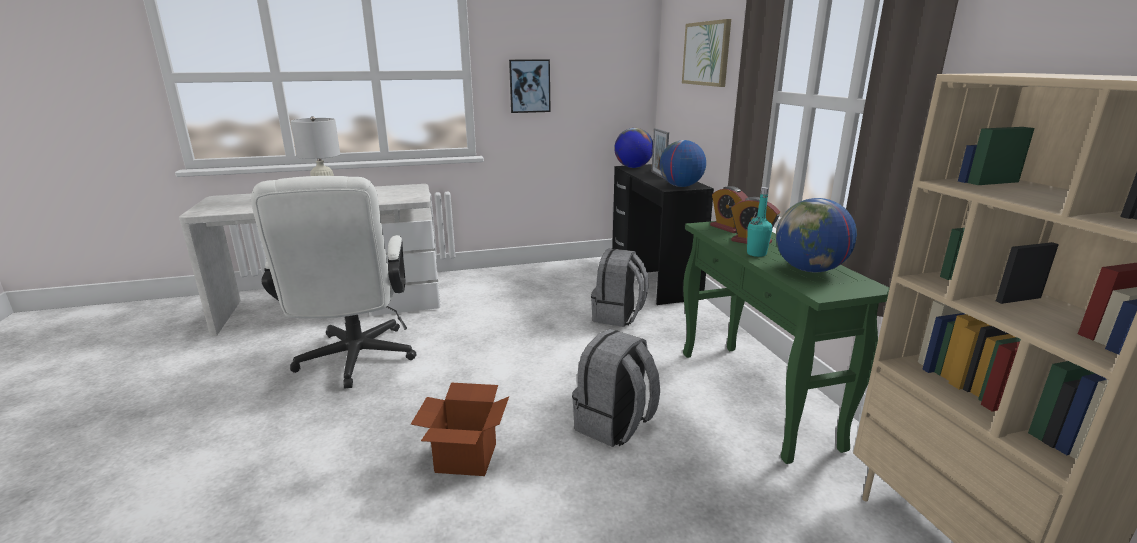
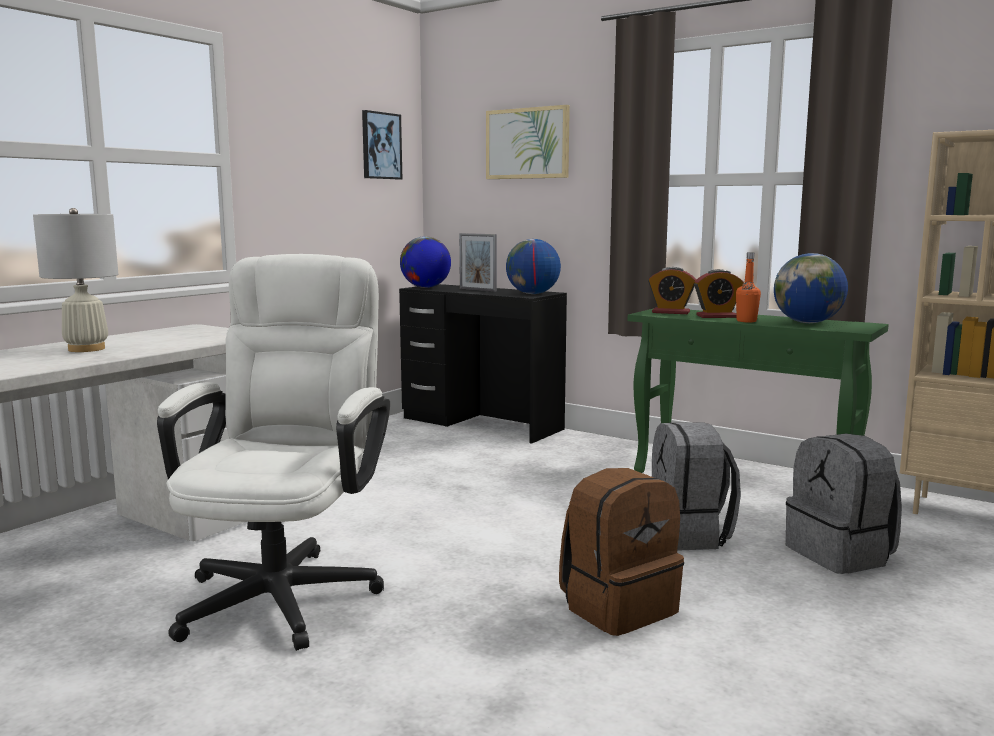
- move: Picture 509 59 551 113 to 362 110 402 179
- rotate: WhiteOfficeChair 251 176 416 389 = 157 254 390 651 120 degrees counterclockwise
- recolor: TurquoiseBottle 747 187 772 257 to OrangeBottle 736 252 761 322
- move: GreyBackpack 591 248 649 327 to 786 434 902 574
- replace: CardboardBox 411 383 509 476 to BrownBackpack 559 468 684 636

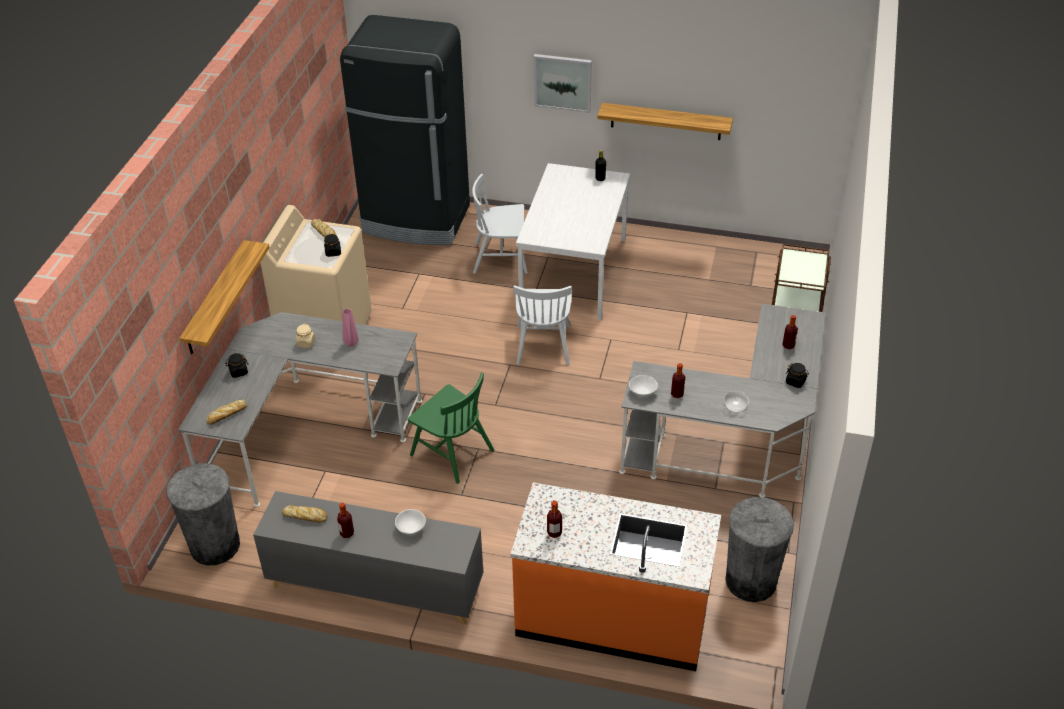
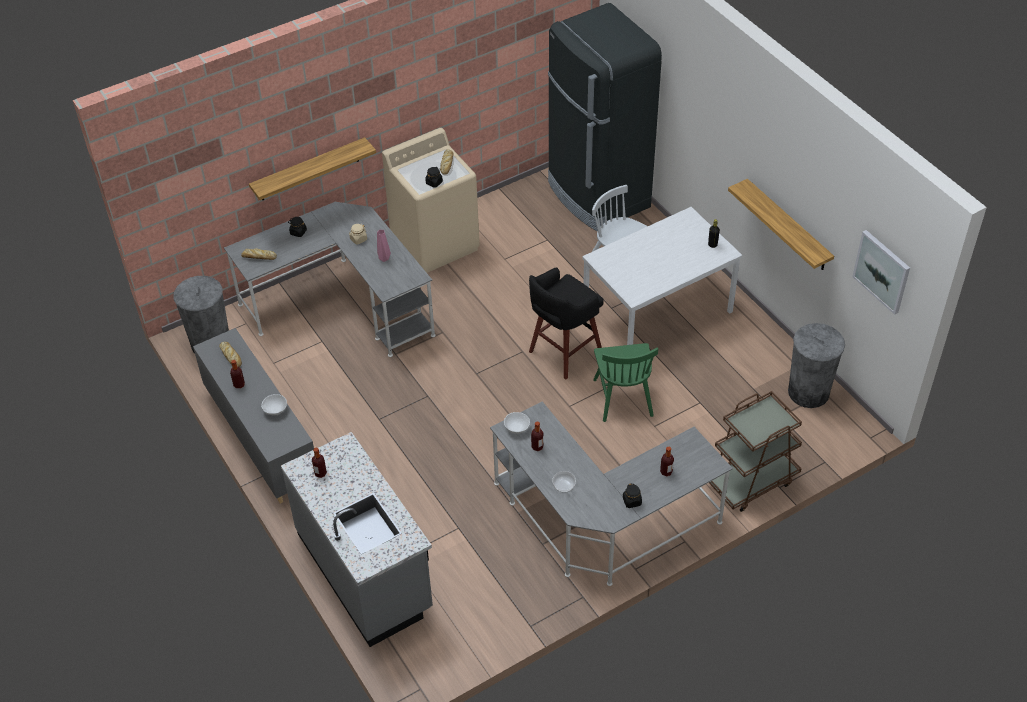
- move: Picture 534 54 592 113 to 852 230 910 315
- replace: WhiteChair 513 285 572 365 to BlackStool 529 268 604 380
- move: GreenChair 408 373 494 484 to 593 343 658 422
- recolor: OrangeCounter 510 483 721 671 to GreyCounter 281 432 433 647
- move: GreyTrashCan 725 497 794 602 to 788 323 845 408

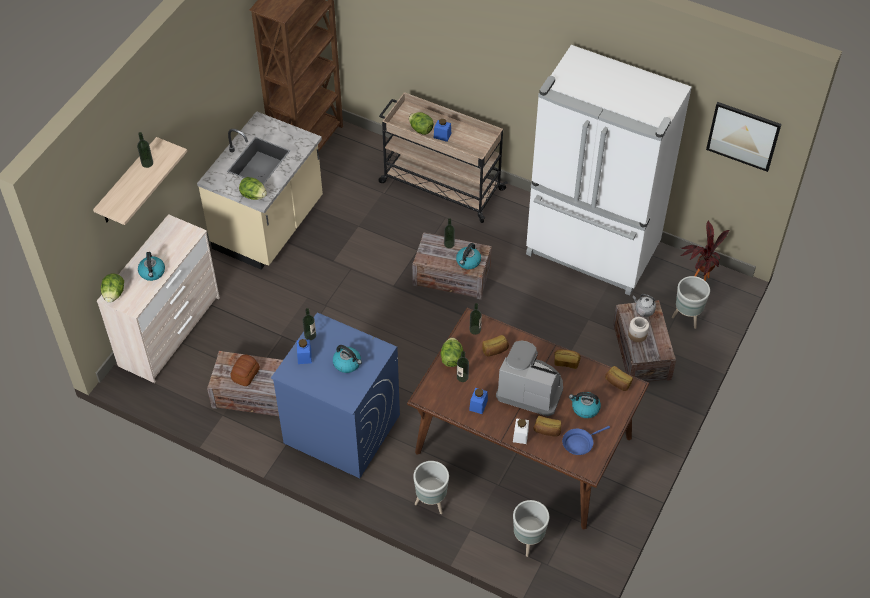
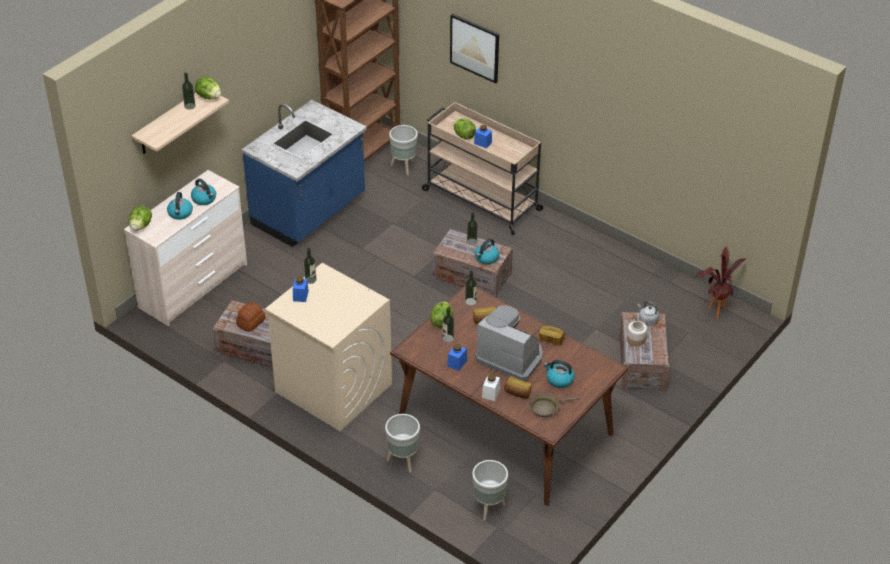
- delete: WhiteFridge 526 45 692 296
- move: Picture 706 102 781 172 to 450 14 499 83
- recolor: BeigeCounter 197 111 323 270 to BlueCounter 242 100 367 247
- move: Lettuce 239 177 267 200 to 195 76 221 100
- move: GreyPlanter 672 276 710 329 to 389 125 418 175
- recolor: BlueWashingMachine 271 312 400 478 to BeigeWashingMachine 265 263 392 431
- move: Kettle 333 345 362 373 to 191 178 216 205
- delete: Bread 605 366 633 391
- recolor: BlueFryingPan 562 426 610 455 to BrownFryingPan 529 393 579 417

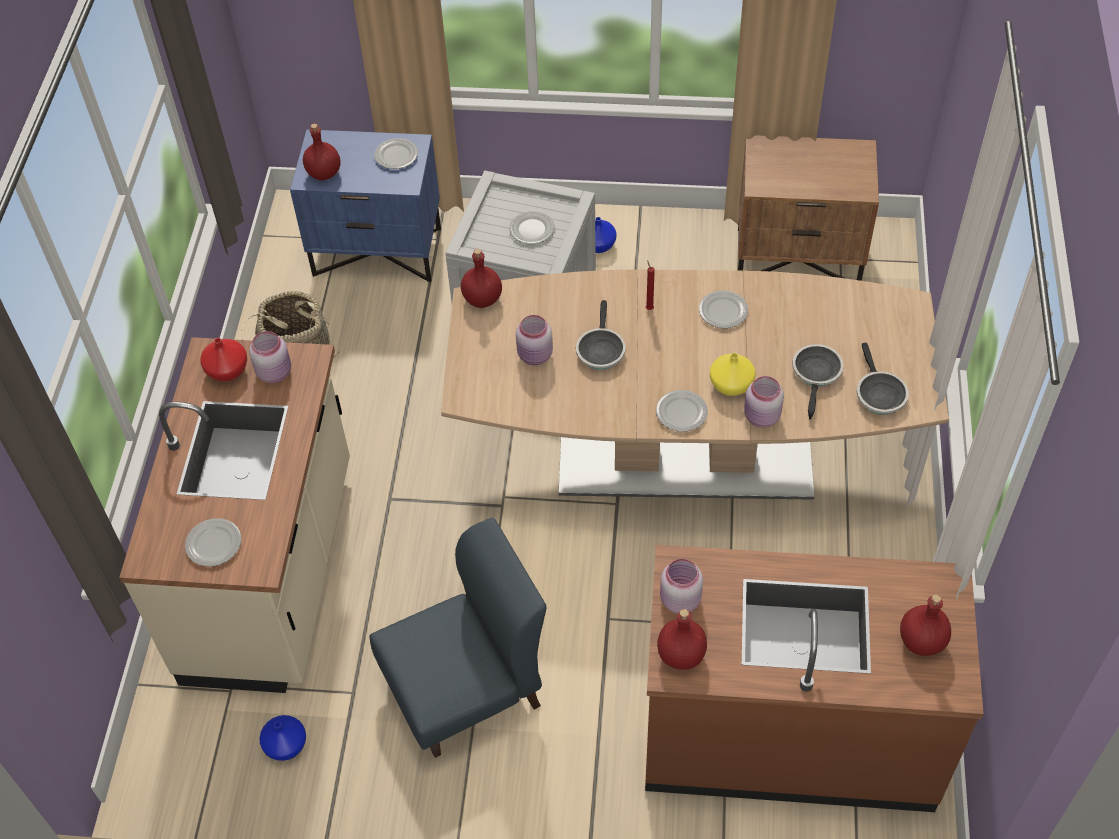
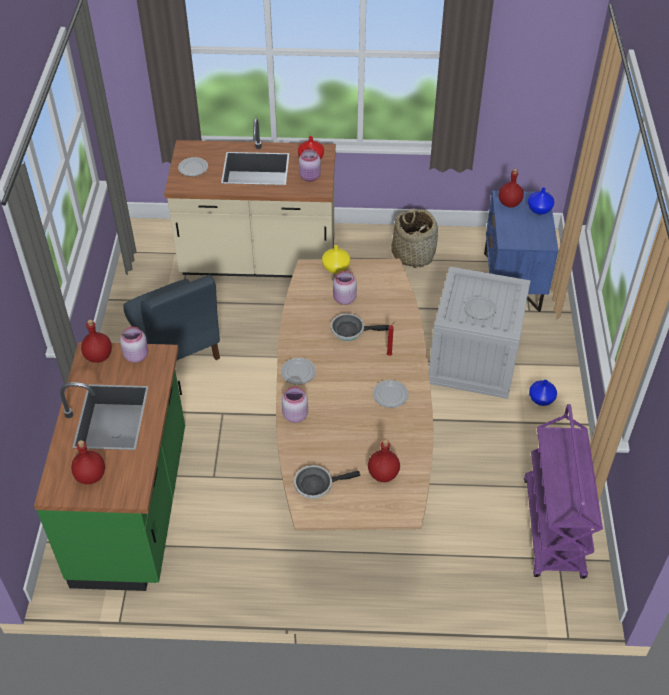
- replace: BrownNightstand 738 135 879 281 to PurpleCart 524 404 603 579
- delete: Plate 374 138 418 169
- move: RedBottle 461 249 502 308 to 368 439 400 482
- delete: FryingPan 793 344 844 420
- move: YellowVase 710 353 755 396 to 322 245 350 274
- recolor: BrownCounter 645 545 984 812 to GreenCounter 34 342 185 591
- move: BlueVase 259 715 306 761 to 528 187 554 215

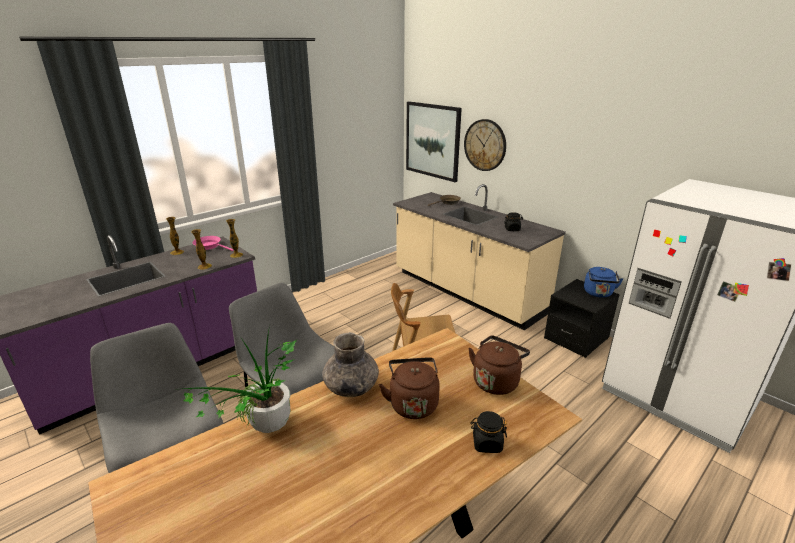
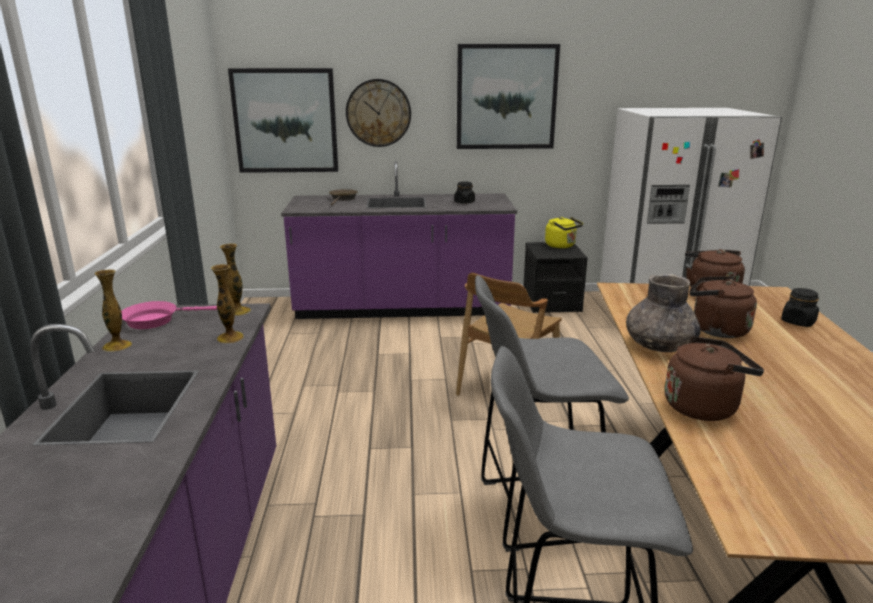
- recolor: BeigeCounter 393 184 566 330 to PurpleCounter 281 161 517 319
- recolor: BlueKettle 584 267 623 298 to YellowKettle 545 217 583 248
- replace: PottedPlant 183 325 297 433 to BrownKettle 665 336 764 421
- insert: Picture 457 44 560 149

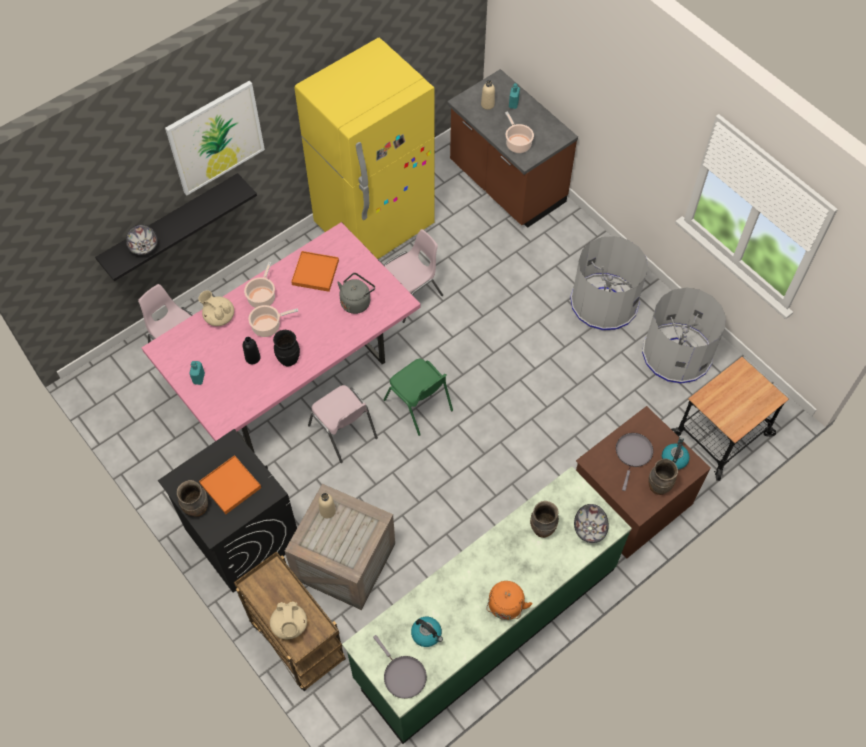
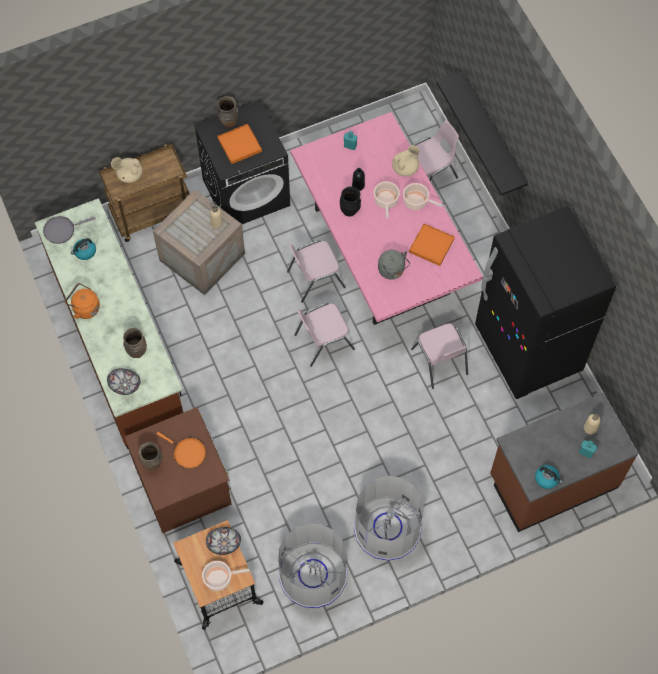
- recolor: YellowFridge 294 37 435 259 to BlackFridge 475 206 616 399
- delete: Picture 165 81 265 195
- move: CookingPot 505 111 534 153 to 202 561 249 591
- move: Bowl 126 224 158 255 to 206 527 241 555
- recolor: GreenChair 384 358 453 436 to PinkChair 294 303 355 367
- recolor: GreyFryingPan 616 433 653 491 to OrangeFryingPan 156 432 206 469
- move: Kettle 662 437 690 470 to 535 465 563 489
- recolor: GreenCounter 342 466 632 744 to BrownCounter 35 198 183 449

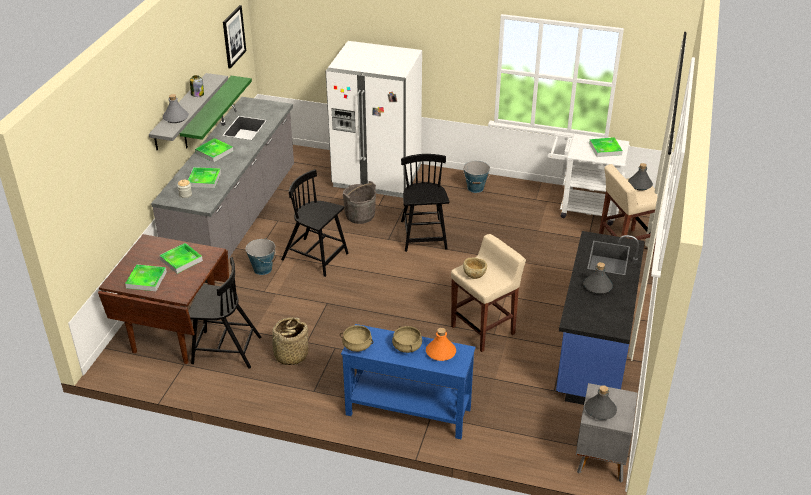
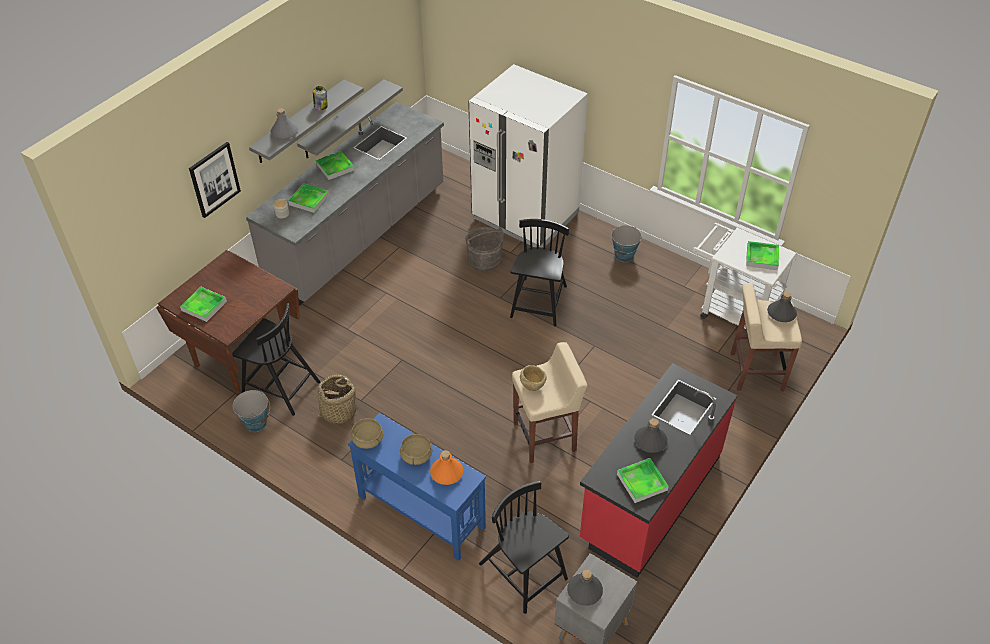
- move: Picture 223 5 246 68 to 189 142 241 218
- recolor: GreenShelf 180 76 252 149 to GreyShelf 297 79 403 158
- move: BlackChair 281 169 349 277 to 479 481 569 614
- recolor: BlueCounter 556 231 645 405 to RedCounter 580 363 737 578
- move: Bucket 246 238 276 275 to 233 390 270 432
- move: Tray 159 243 203 274 to 617 458 669 503

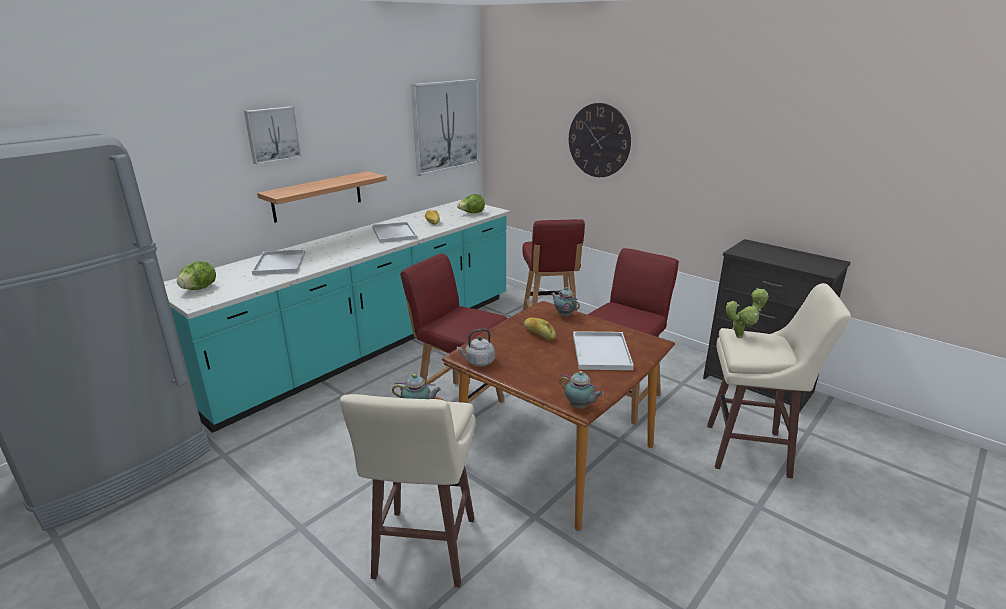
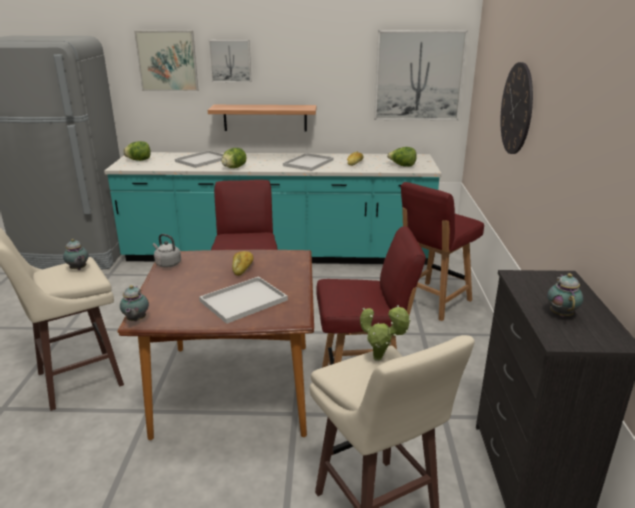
- move: Teapot 551 287 580 317 to 547 273 583 317
- insert: Picture 134 31 199 91
- insert: Lettuce 221 148 247 168

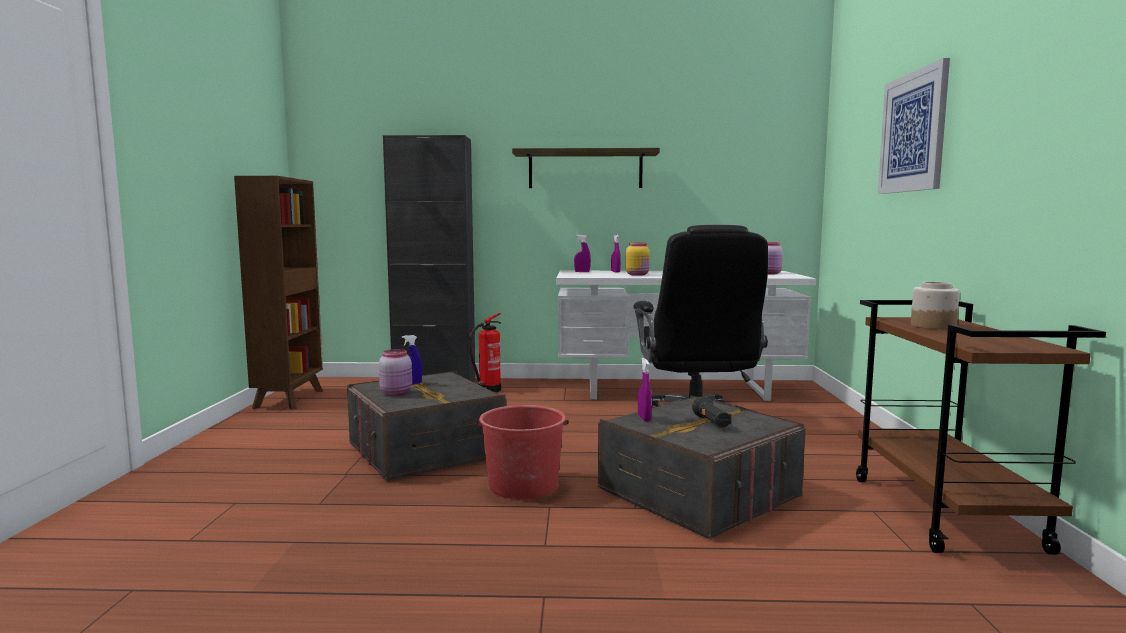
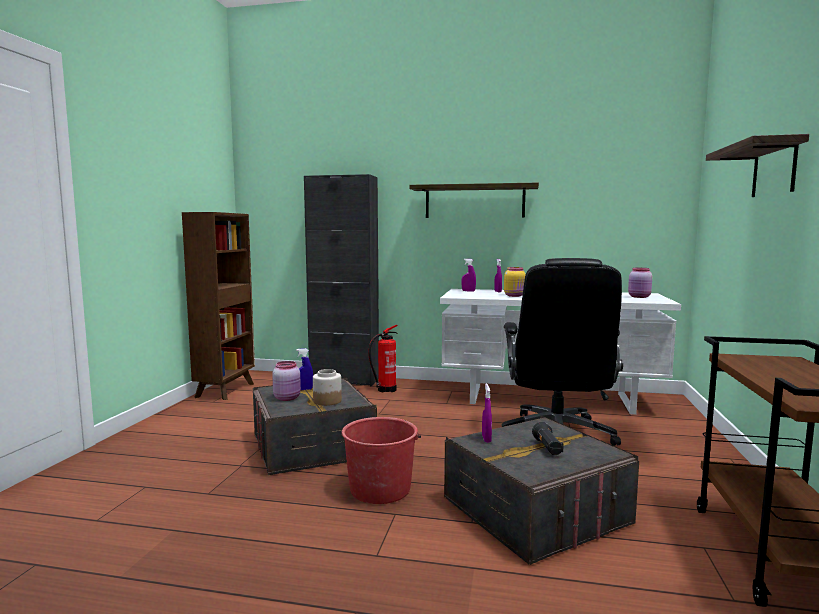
- replace: Picture 878 58 950 194 to Shelf 706 134 809 197
- move: Jar 911 282 960 330 to 313 369 342 406

